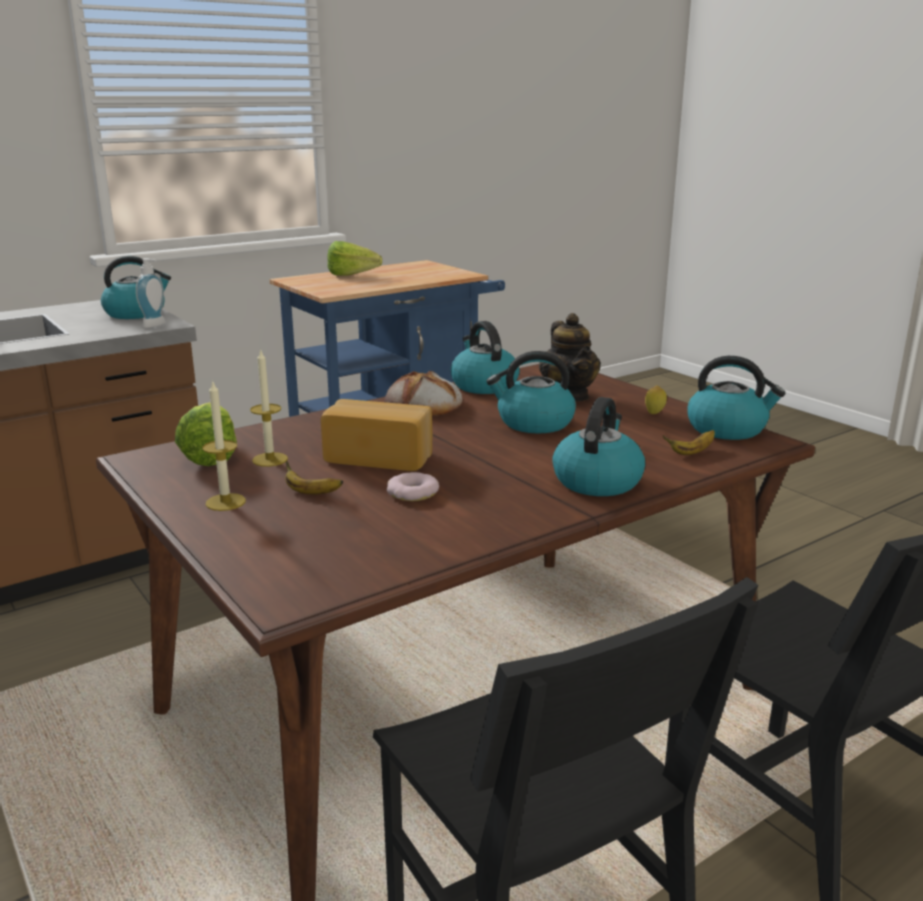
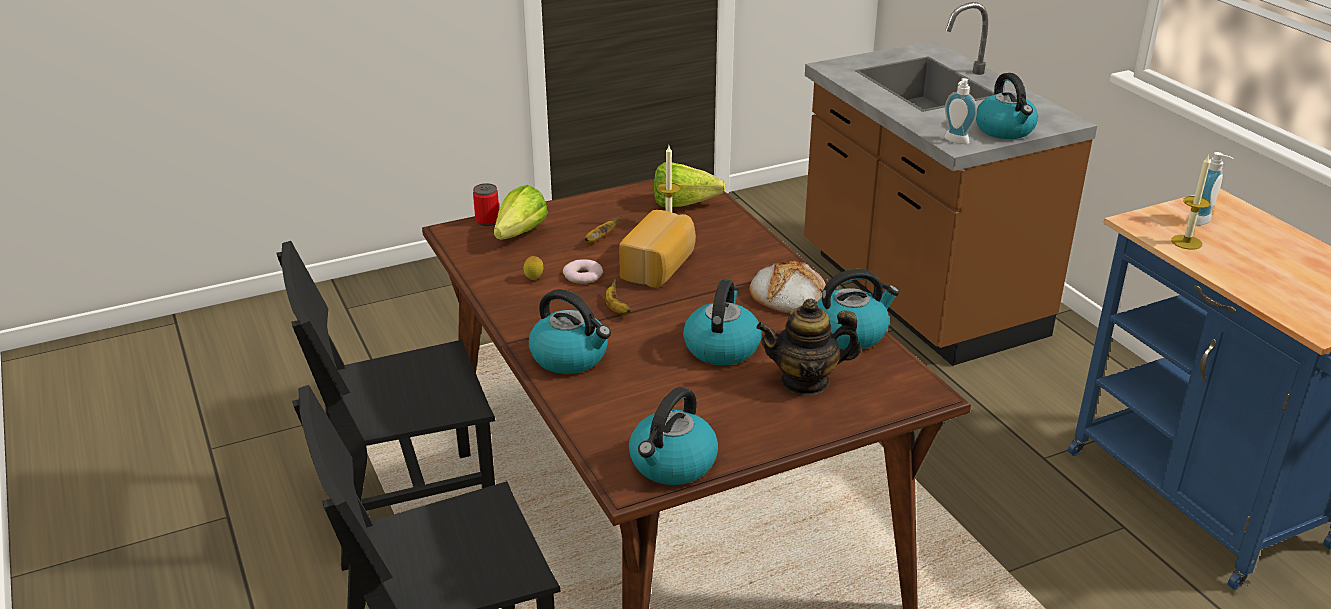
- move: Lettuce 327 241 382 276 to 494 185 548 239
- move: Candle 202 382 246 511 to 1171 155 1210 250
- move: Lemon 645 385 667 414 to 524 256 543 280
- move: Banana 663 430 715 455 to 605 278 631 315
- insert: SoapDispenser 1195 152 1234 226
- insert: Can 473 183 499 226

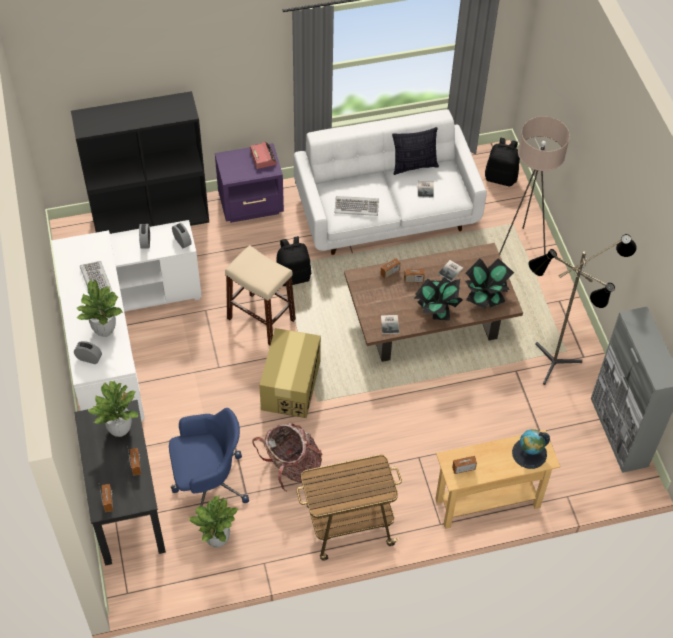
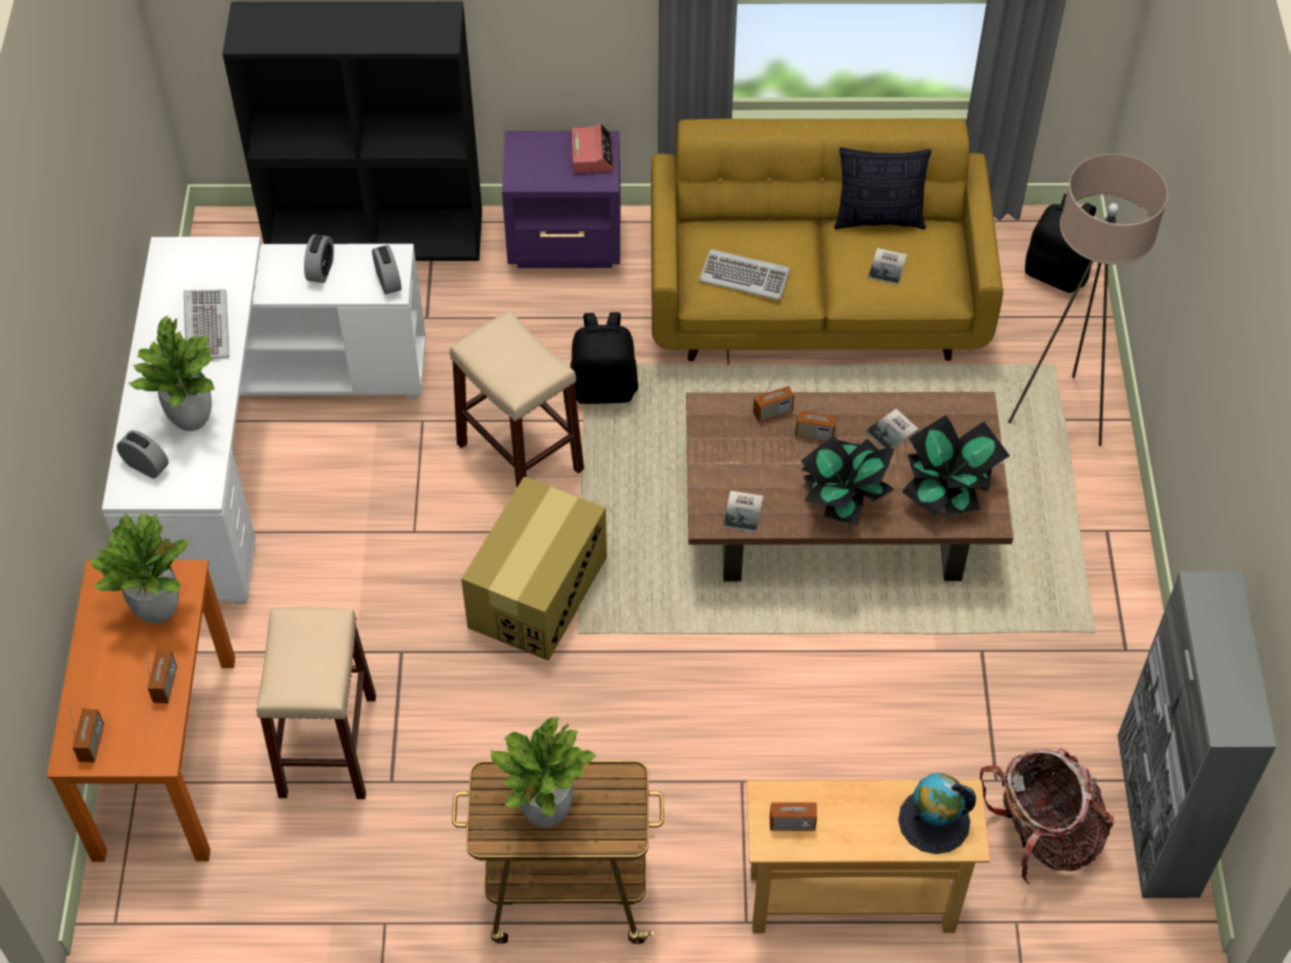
- recolor: WhiteSofa 294 109 487 255 to YellowSofa 651 118 1003 361
- delete: FloorLamp 528 234 636 385
- recolor: BlackDesk 74 400 166 566 to OrangeDesk 47 560 235 862
- replace: BlueOfficeChair 169 408 249 506 to BeigeStool 256 607 376 799
- move: Backpack 253 422 322 492 to 980 748 1114 885
- move: PottedPlant 189 496 239 548 to 491 717 596 827

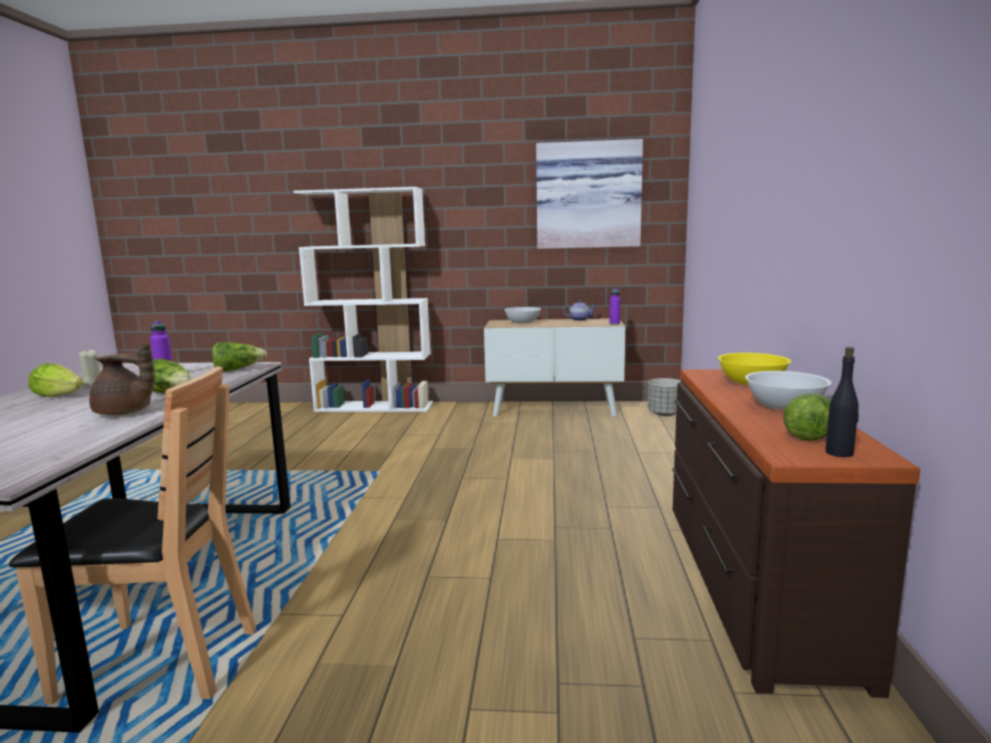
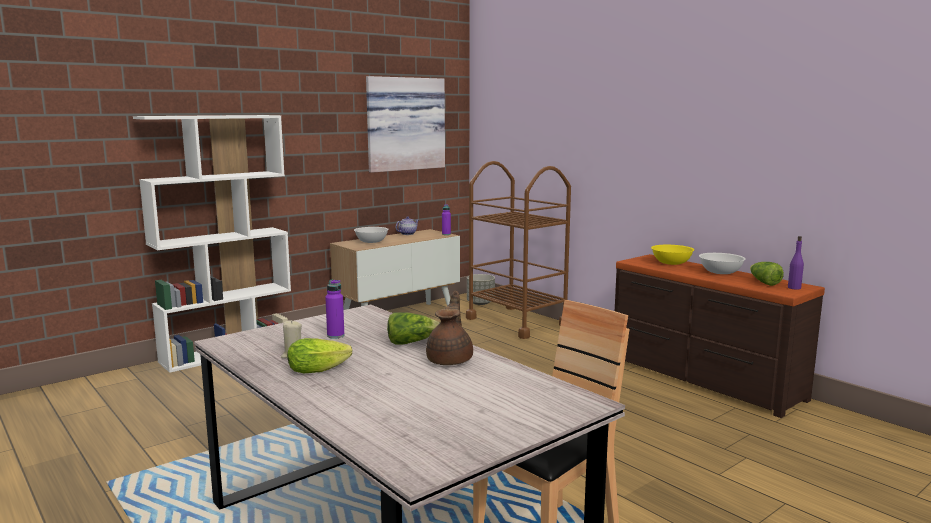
- delete: Lettuce 212 342 267 372
- rotate: BrownTeapot 89 343 155 415 = 426 291 473 365 45 degrees counterclockwise
- recolor: BlackBottle 825 347 859 457 to PurpleBottle 788 236 804 290
- insert: BrownCart 466 161 571 339

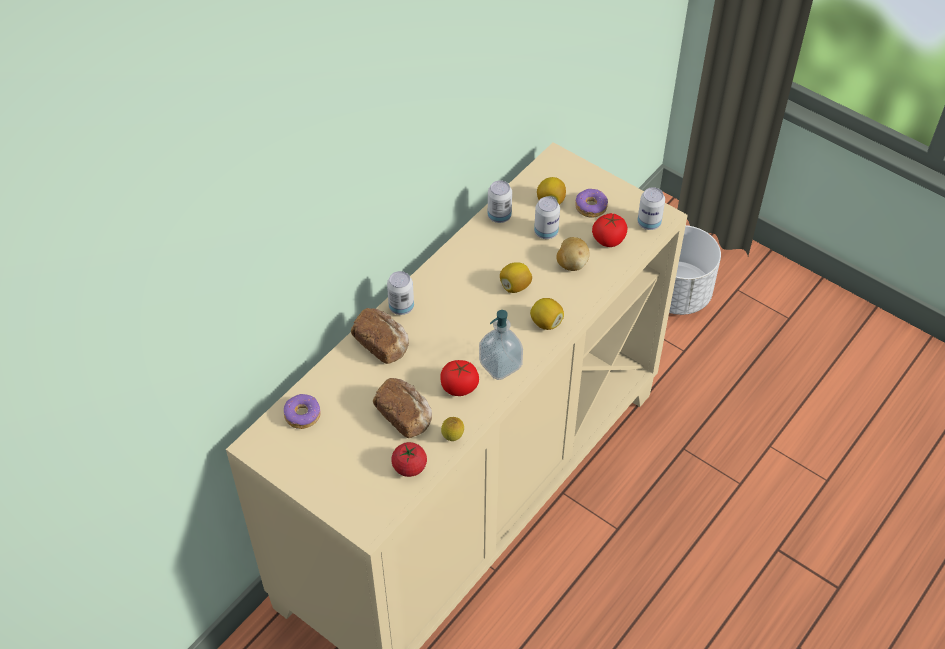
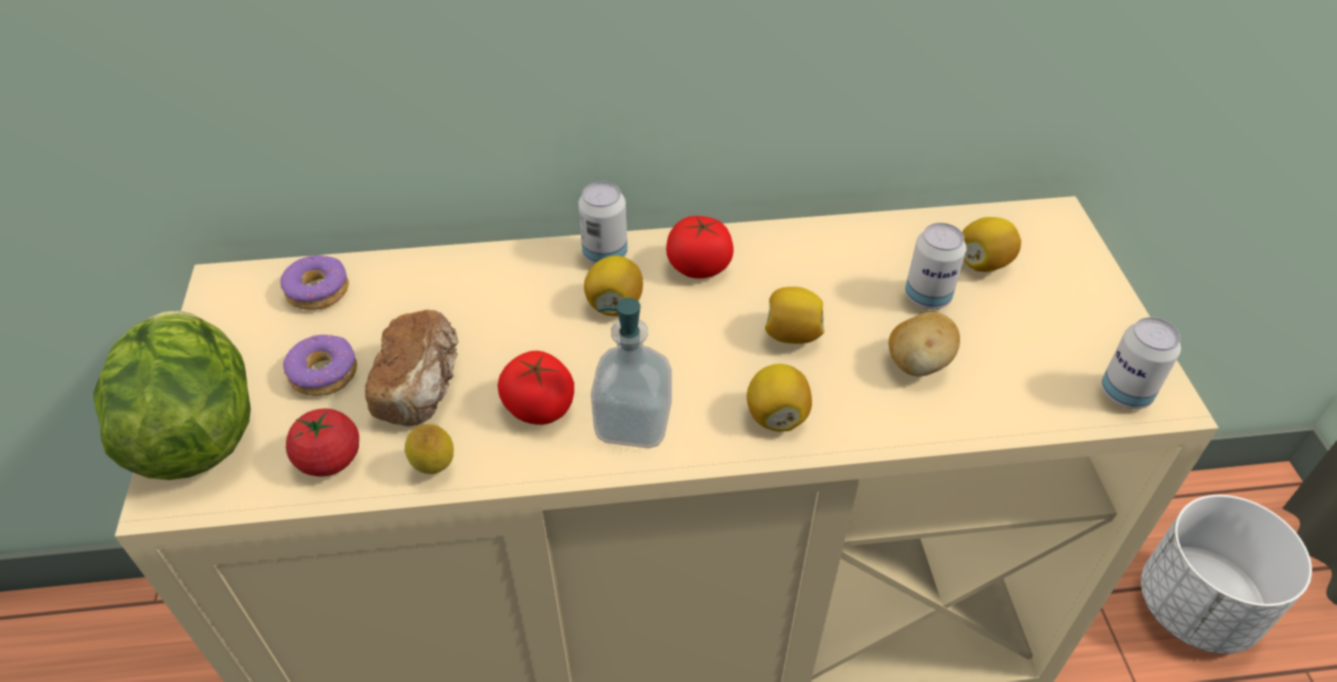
- delete: Can 488 180 512 223
- move: Donut 576 189 608 218 to 283 335 357 396
- move: Tomato 592 213 628 247 to 666 216 734 279
- delete: Bread 351 308 409 364
- insert: Lemon 584 255 643 316
- insert: Lettuce 93 311 251 480

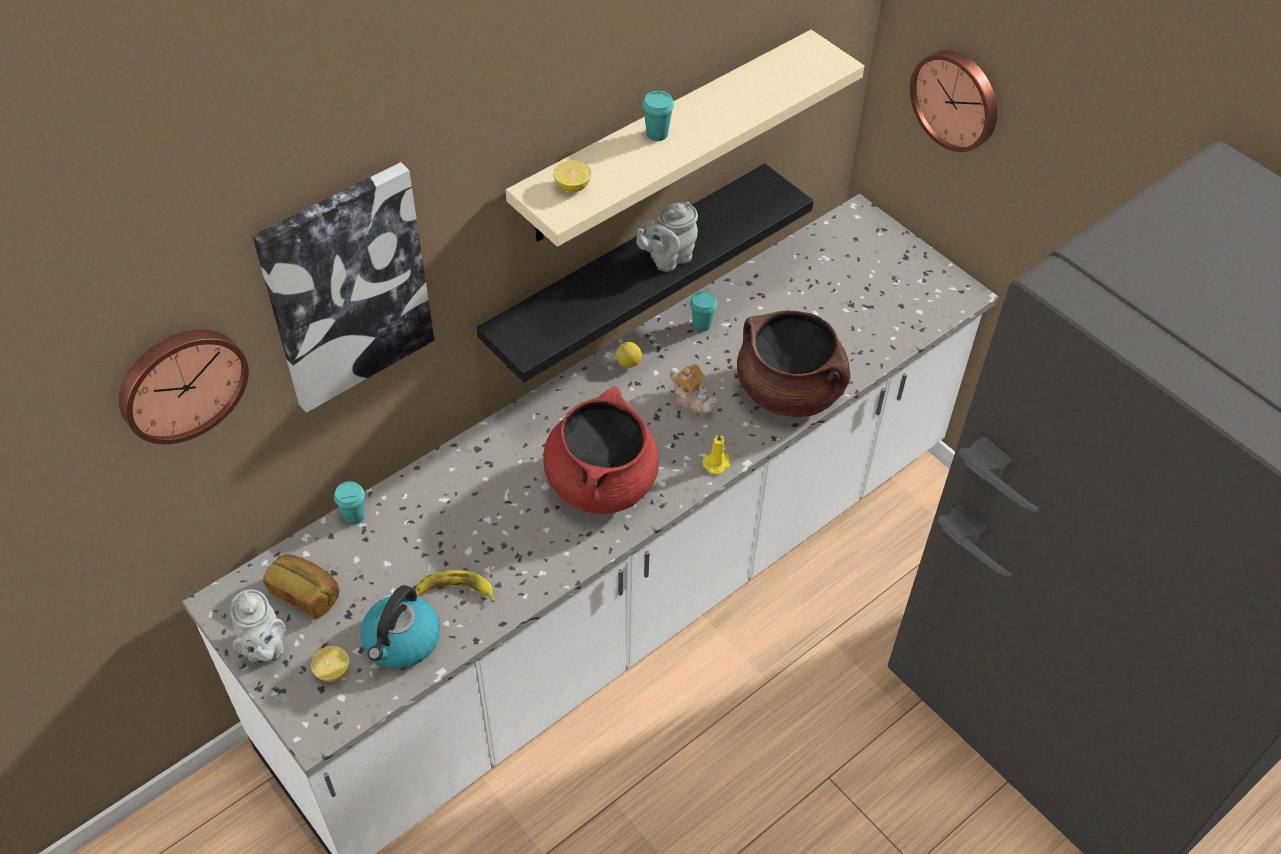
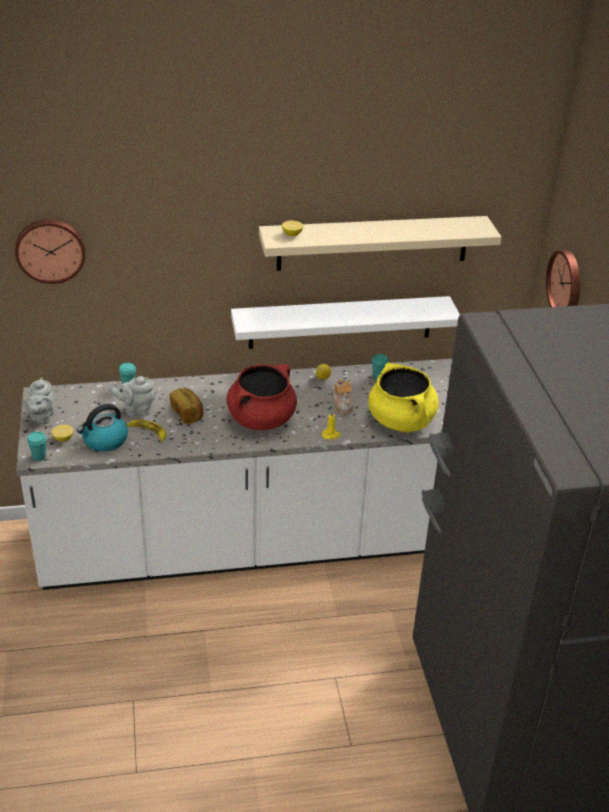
- move: TurquoiseCup 642 91 674 141 to 27 432 47 461
- delete: Picture 252 162 434 413
- recolor: BlackShelf 477 164 814 382 to WhiteShelf 231 296 460 349
- move: GreyTeapot 636 202 698 272 to 110 376 155 416
- recolor: BrownCookingPot 737 310 850 417 to YellowCookingPot 368 363 439 432
- move: Bread 263 554 339 620 to 169 388 204 424

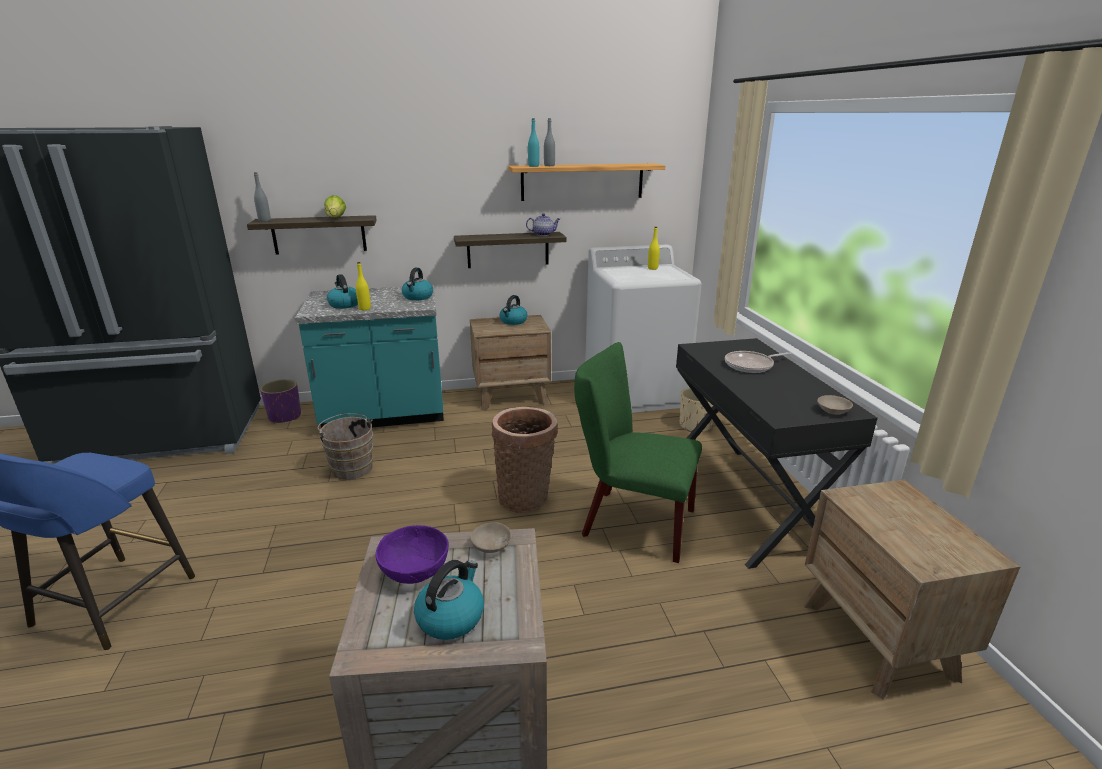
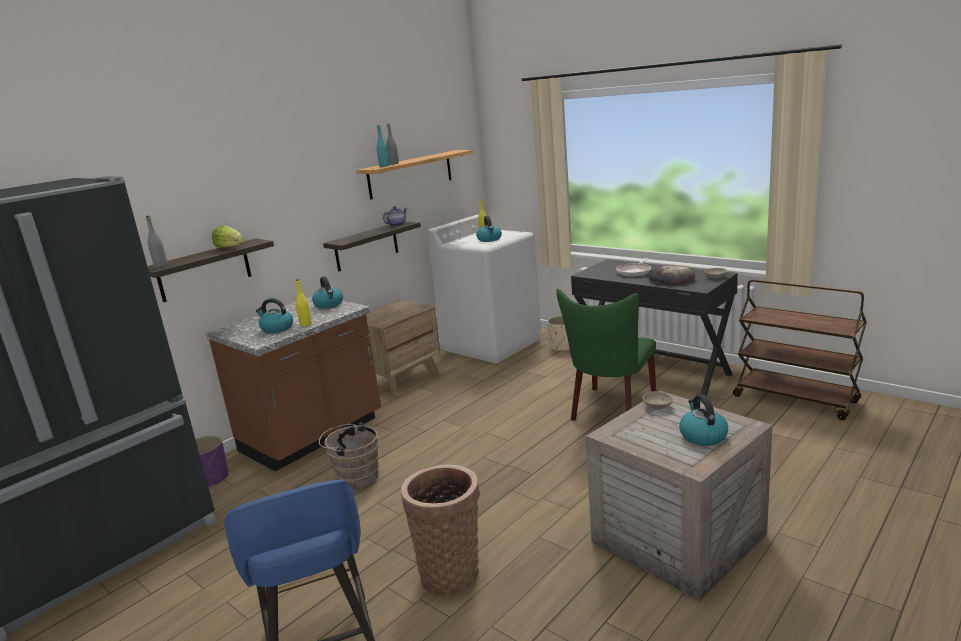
- recolor: TurquoiseCounter 295 285 444 428 to BrownCounter 206 296 381 472
- move: Kettle 499 295 528 325 to 476 216 502 242
- rotate: GreenChair 574 342 702 563 = 556 289 656 421 45 degrees counterclockwise
- move: Basket 491 407 558 513 to 401 465 480 598
- replace: BrownNightstand 804 479 1021 699 to BrownCart 733 279 867 420
- delete: PurpleBowl 375 525 449 584
- insert: Bread 648 265 695 285

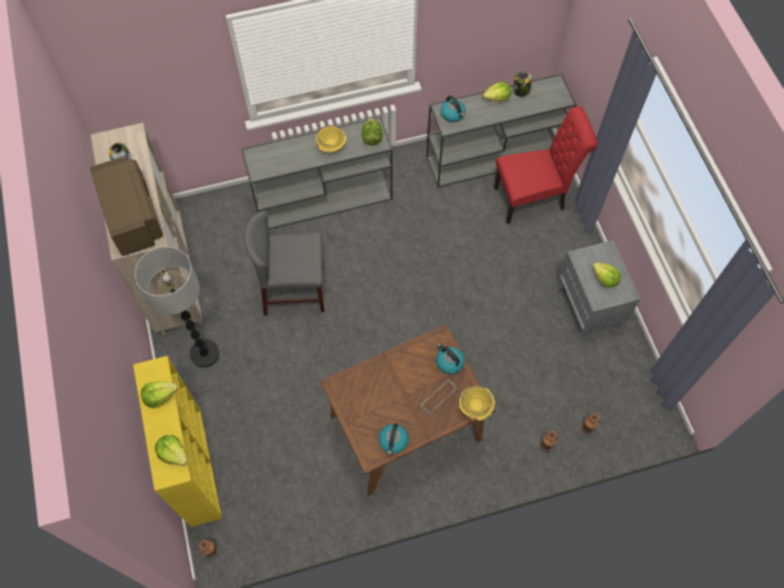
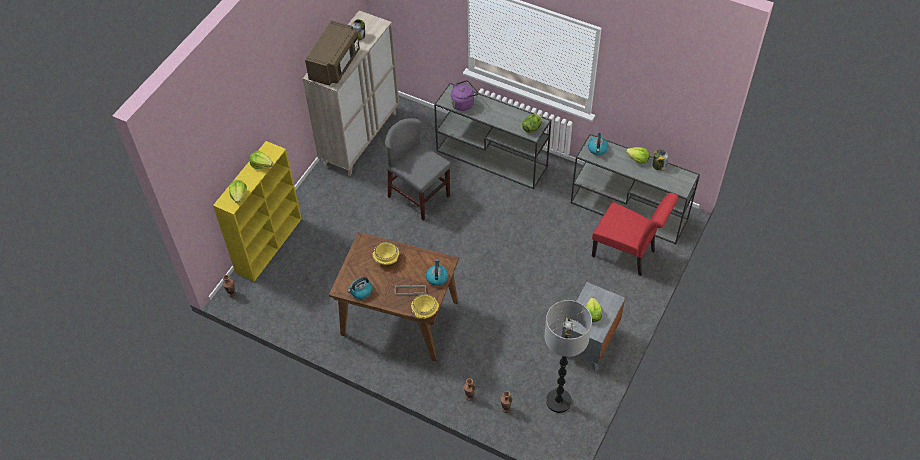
- move: YellowBowl 316 125 347 153 to 373 242 399 265
- move: FloorLamp 135 247 219 368 to 545 300 592 413
- insert: PurpleKettle 451 80 478 111

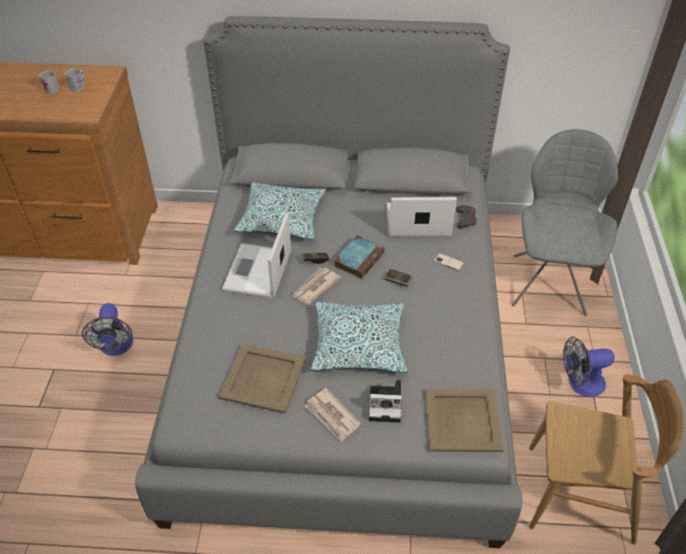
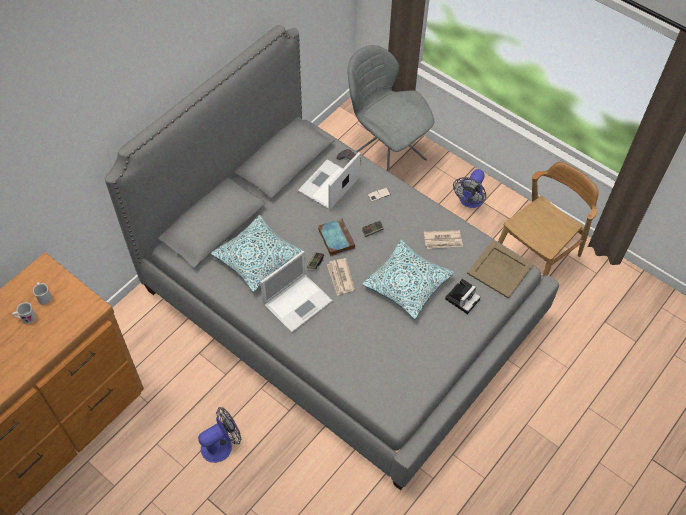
- rotate: Laptop 222 214 291 298 = 260 251 333 333 90 degrees counterclockwise
- rotate: Fan 82 303 133 356 = 198 407 241 463 60 degrees counterclockwise
- delete: BeigeTray 219 343 306 414
- move: Newspaper 305 388 361 442 to 424 230 463 249

